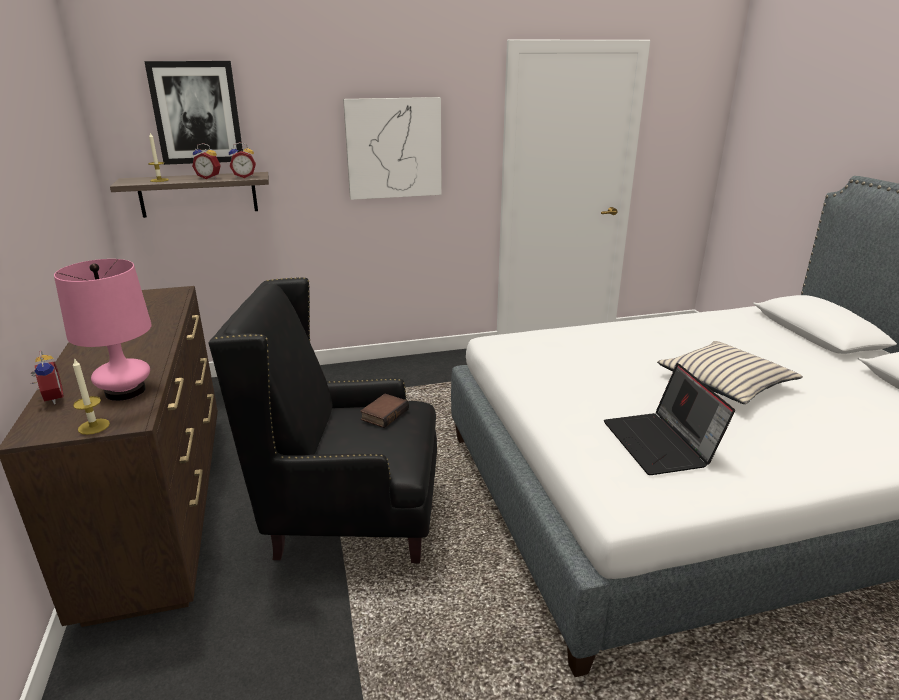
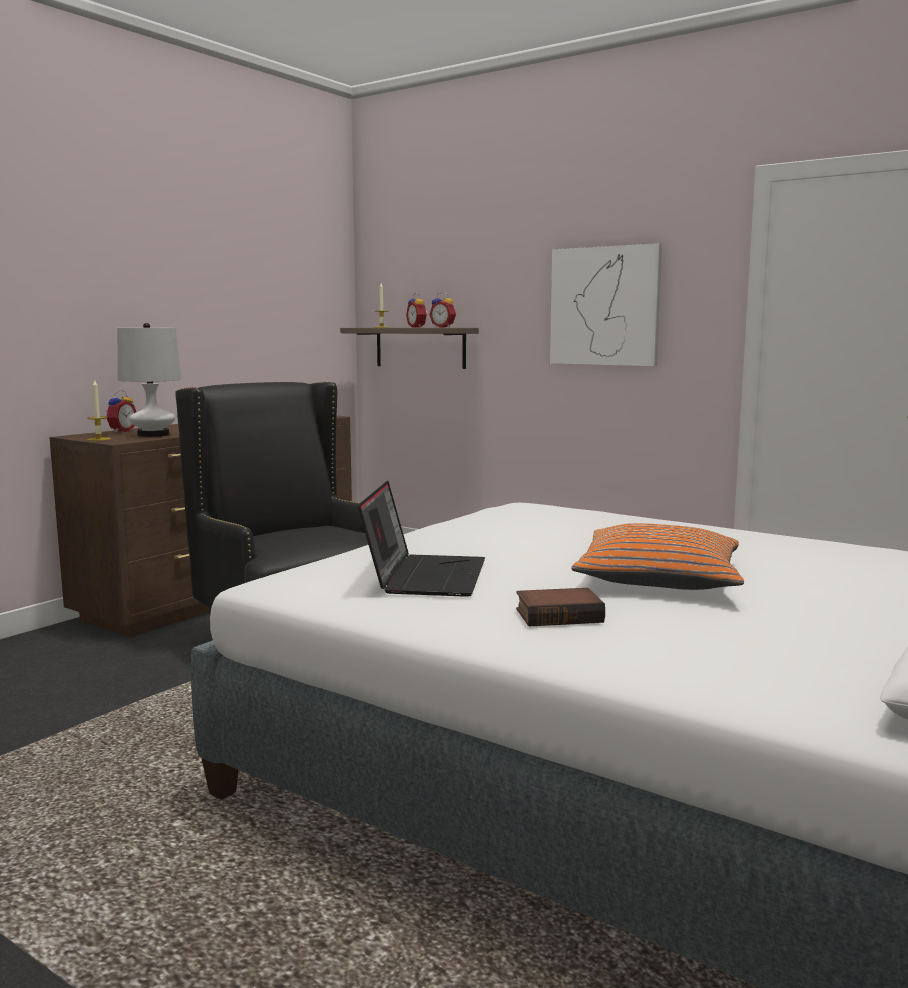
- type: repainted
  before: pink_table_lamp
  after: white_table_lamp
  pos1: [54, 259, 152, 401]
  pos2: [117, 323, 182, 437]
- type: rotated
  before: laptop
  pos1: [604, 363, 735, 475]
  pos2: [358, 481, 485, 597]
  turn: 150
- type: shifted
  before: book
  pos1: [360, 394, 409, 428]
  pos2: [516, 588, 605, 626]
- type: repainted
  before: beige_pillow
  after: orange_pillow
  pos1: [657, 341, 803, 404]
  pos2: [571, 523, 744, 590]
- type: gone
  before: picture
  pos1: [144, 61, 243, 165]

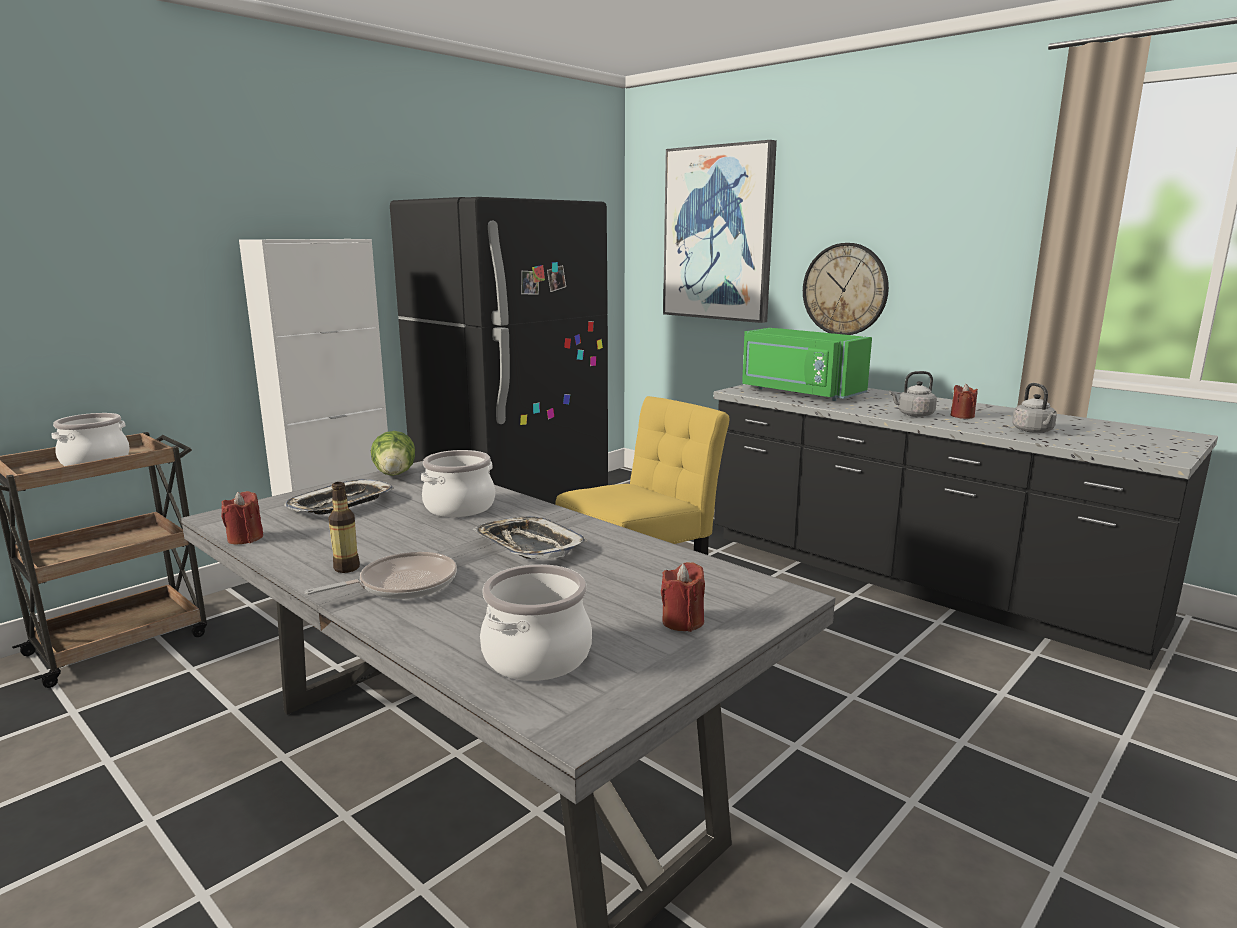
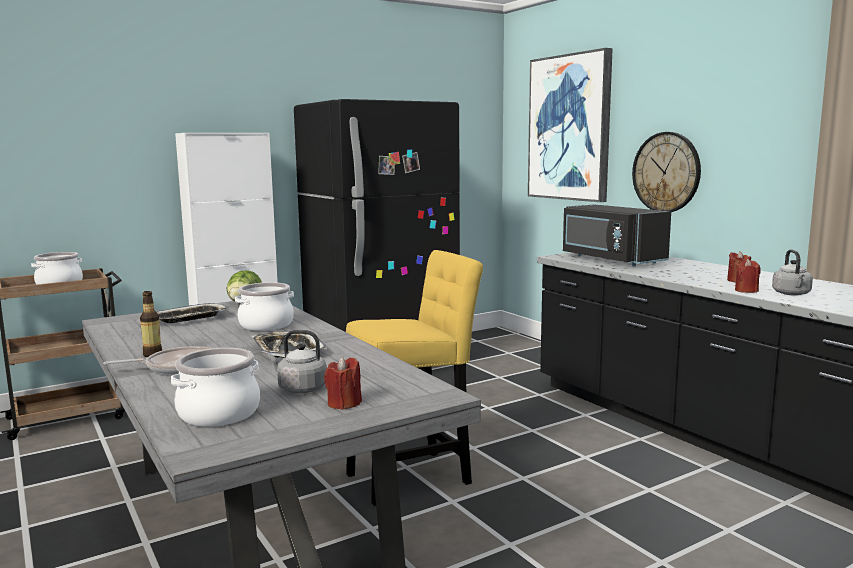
- type: shifted
  before: grey_kettle
  pos1: [889, 371, 937, 417]
  pos2: [268, 330, 327, 393]
- type: repainted
  before: green_microwave
  after: black_microwave
  pos1: [742, 328, 872, 401]
  pos2: [563, 205, 671, 266]
- type: shifted
  before: red_candle
  pos1: [221, 491, 263, 544]
  pos2: [735, 259, 761, 293]

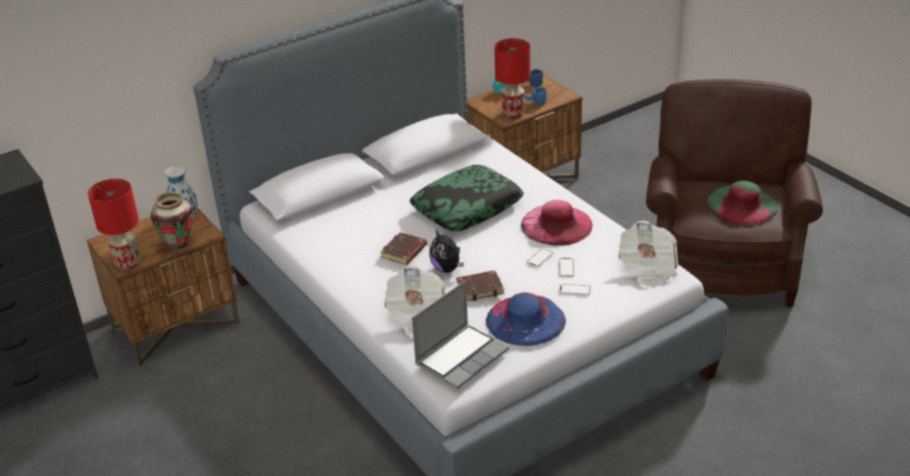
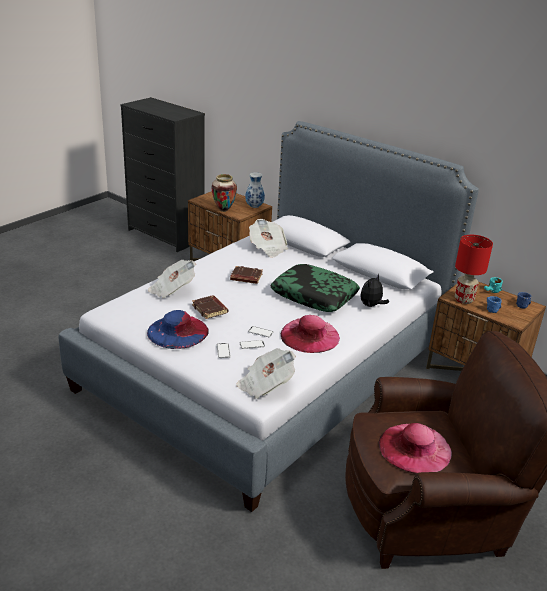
- type: new
  after: newspaper
  pos2: [249, 219, 288, 258]
- type: shifted
  before: plush_toy
  pos1: [429, 229, 464, 273]
  pos2: [360, 274, 389, 307]
- type: repainted
  before: green_hat
  after: pink_hat
  pos1: [707, 181, 778, 225]
  pos2: [379, 423, 452, 474]
- type: gone
  before: red_table_lamp
  pos1: [88, 179, 140, 270]
- type: gone
  before: laptop
  pos1: [412, 281, 509, 389]

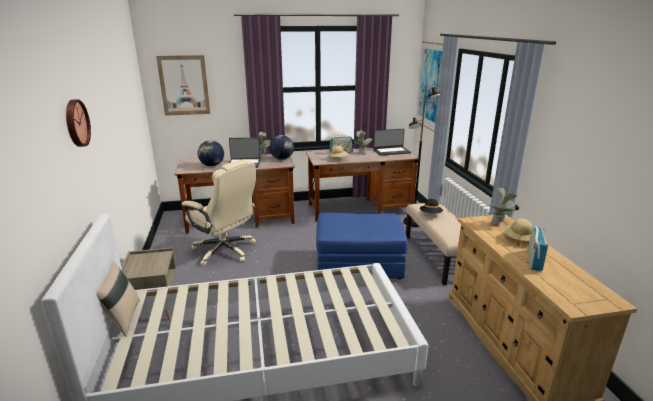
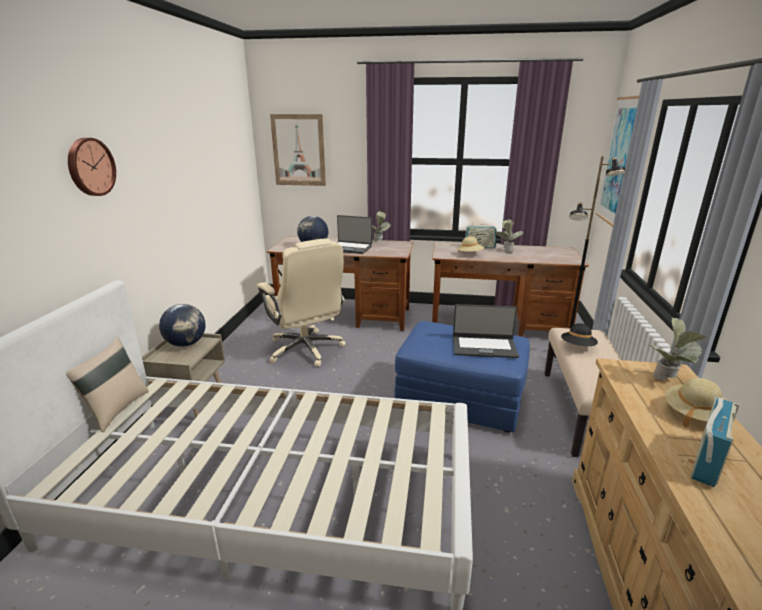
- type: shifted
  before: globe
  pos1: [269, 135, 294, 160]
  pos2: [159, 304, 206, 347]
- type: shifted
  before: laptop
  pos1: [373, 129, 411, 156]
  pos2: [453, 304, 519, 358]

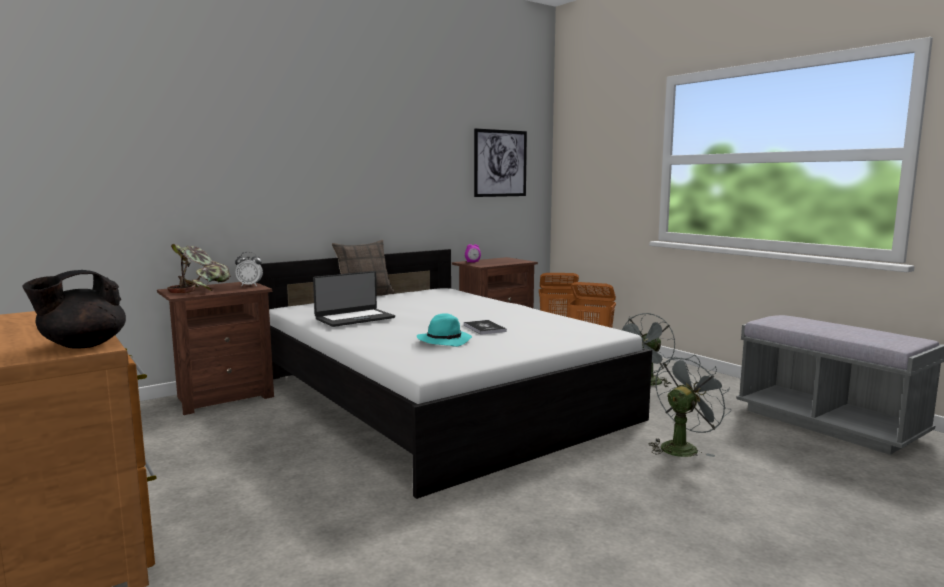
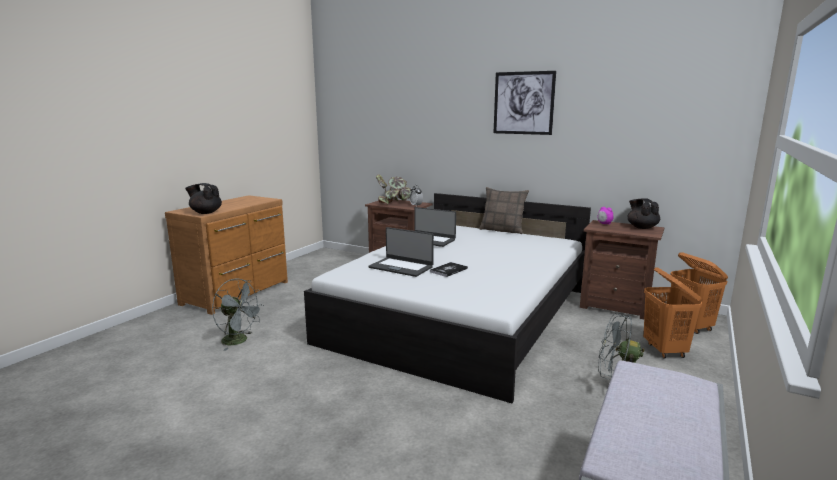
- type: shifted
  before: grey_fan
  pos1: [649, 354, 731, 457]
  pos2: [212, 278, 264, 351]
- type: swapped
  before: turquoise_hat
  after: laptop
  pos1: [417, 314, 472, 347]
  pos2: [369, 227, 434, 277]
- type: shifted
  before: picture
  pos1: [474, 128, 527, 197]
  pos2: [494, 71, 556, 135]
- type: new
  after: black_teapot
  pos2: [627, 198, 660, 229]

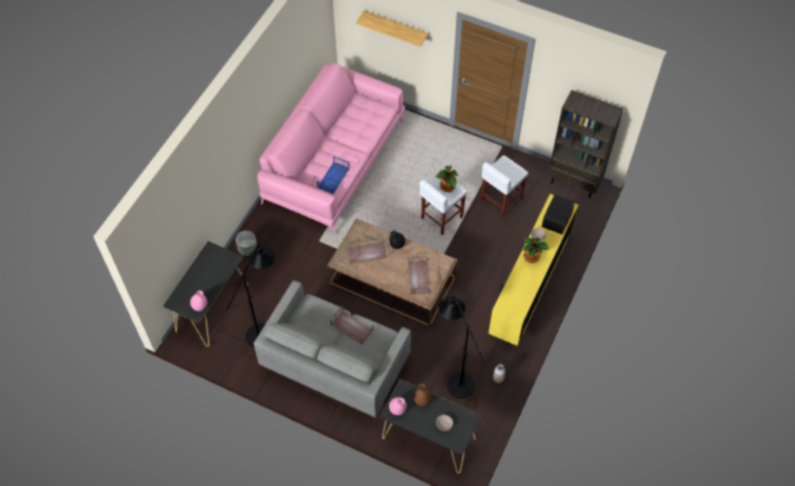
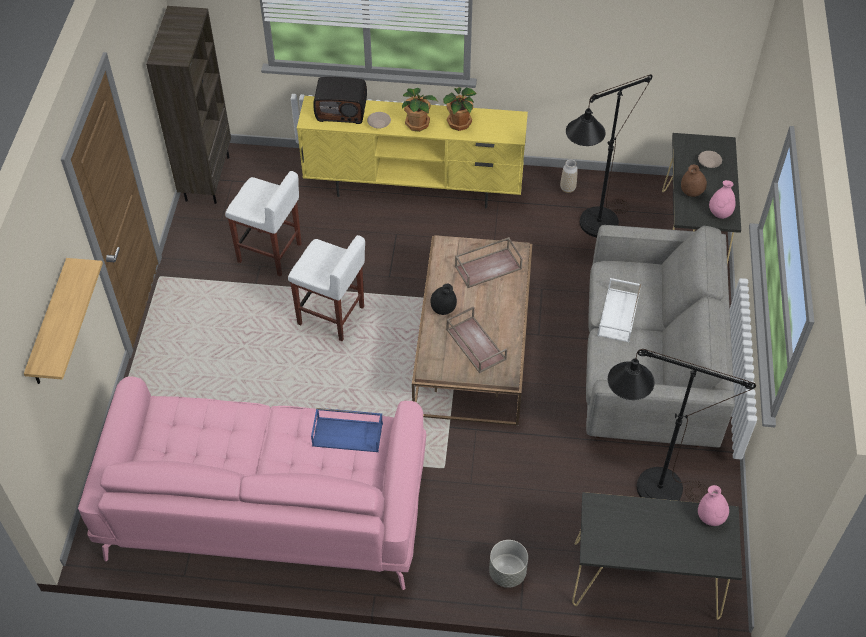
- type: shifted
  before: potted_plant
  pos1: [435, 166, 458, 192]
  pos2: [443, 87, 477, 131]
- type: repainted
  before: brown_tray
  after: white_tray
  pos1: [330, 306, 373, 345]
  pos2: [597, 278, 641, 343]

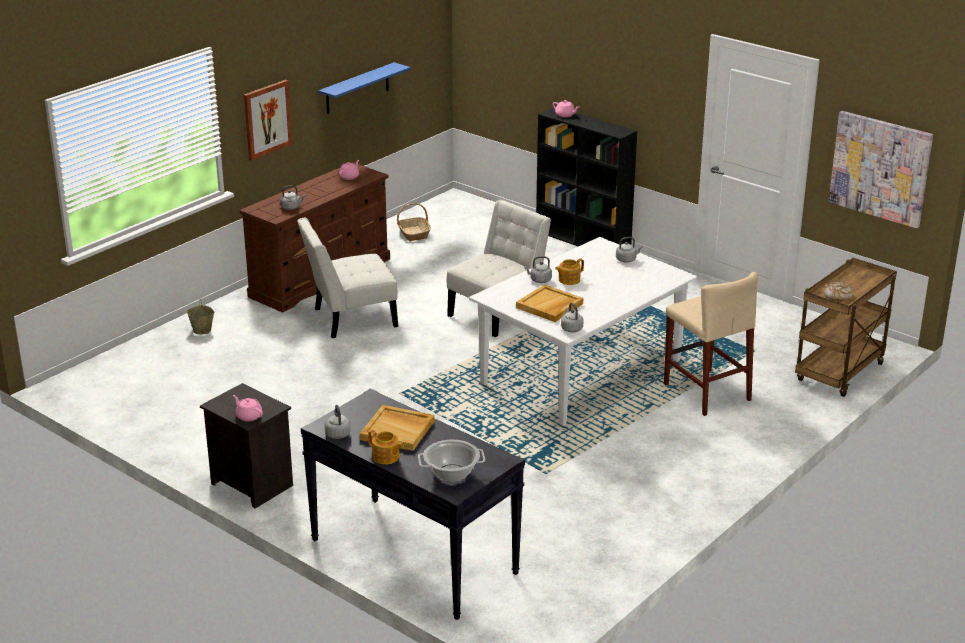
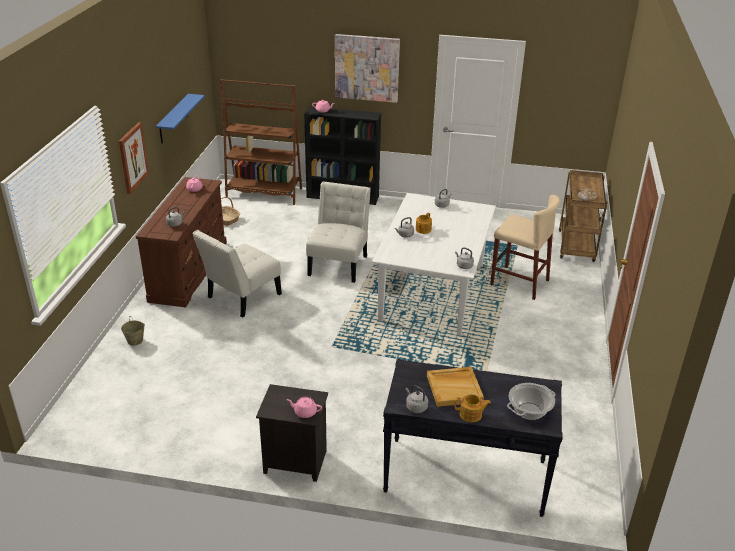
- type: new
  after: brown_bookcase
  pos2: [220, 79, 302, 205]
- type: shifted
  before: picture
  pos1: [829, 111, 933, 228]
  pos2: [335, 34, 400, 103]
- type: gone
  before: beige_tray
  pos1: [516, 284, 583, 322]

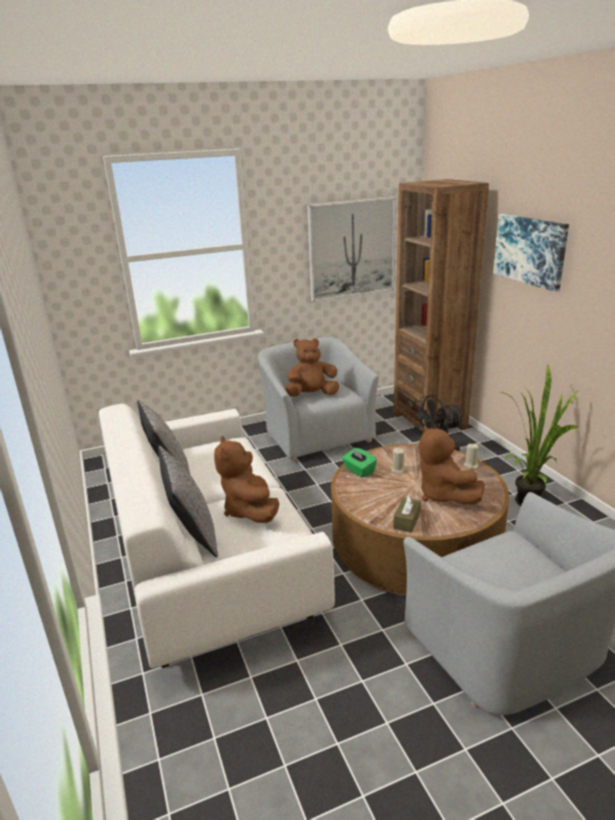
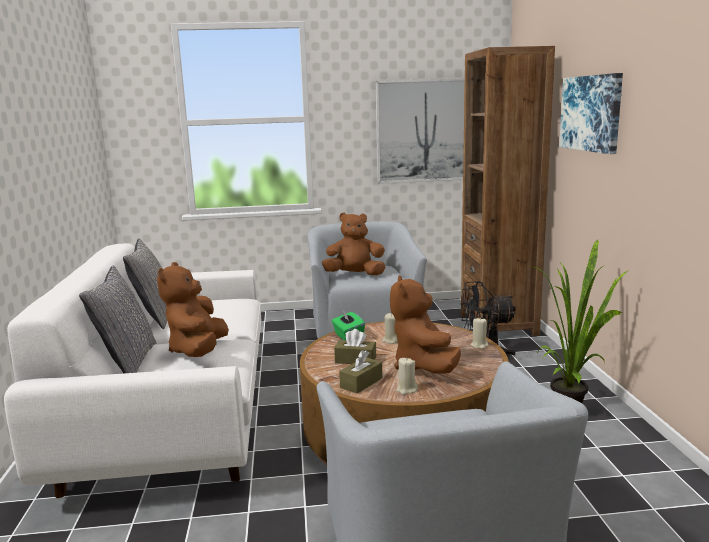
- type: new
  after: brown_tissue_box
  pos2: [334, 329, 376, 364]
- type: new
  after: beige_candle
  pos2: [396, 357, 418, 395]

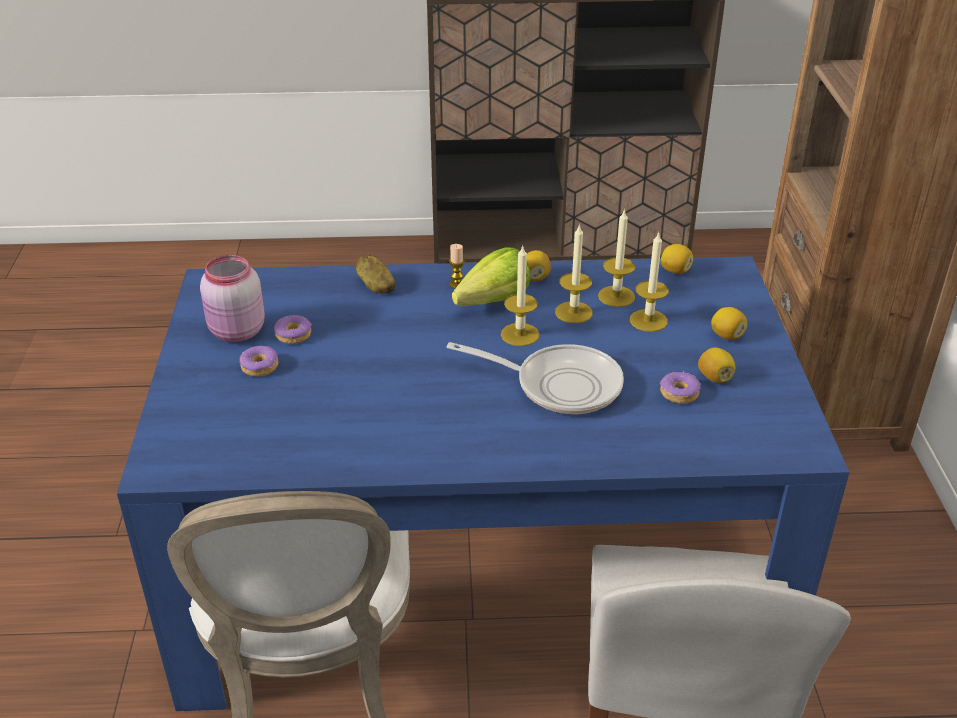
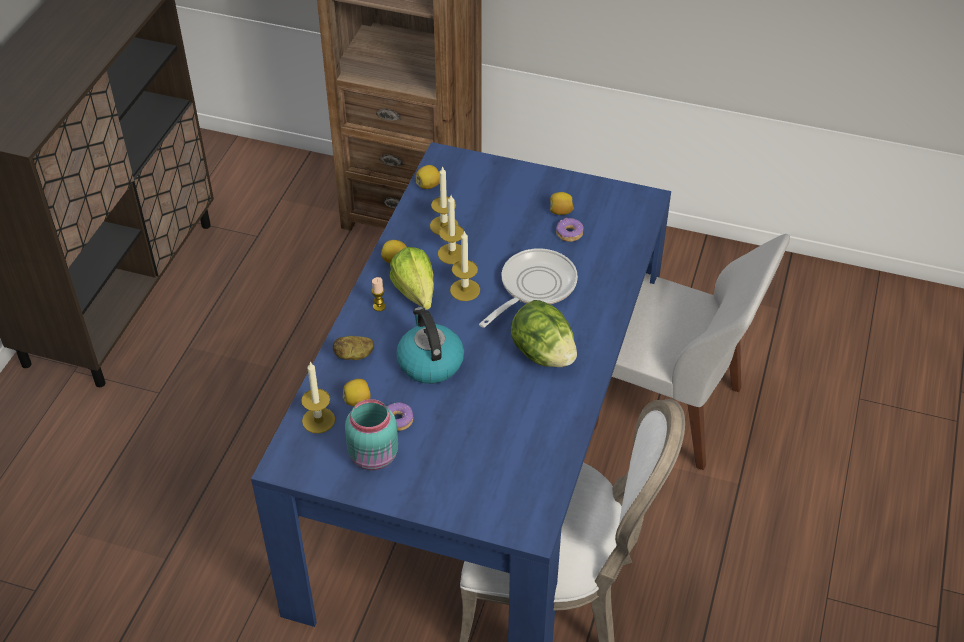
- type: shifted
  before: candle
  pos1: [630, 231, 669, 332]
  pos2: [301, 362, 335, 433]
- type: shifted
  before: lemon
  pos1: [711, 307, 747, 340]
  pos2: [343, 379, 371, 406]
- type: repainted
  before: pink_jar
  after: turquoise_jar
  pos1: [200, 255, 265, 342]
  pos2: [345, 399, 398, 470]
- type: new
  after: kettle
  pos2: [396, 307, 464, 384]
- type: new
  after: lettuce
  pos2: [511, 300, 577, 367]
- type: gone
  before: donut
  pos1: [240, 346, 278, 376]

